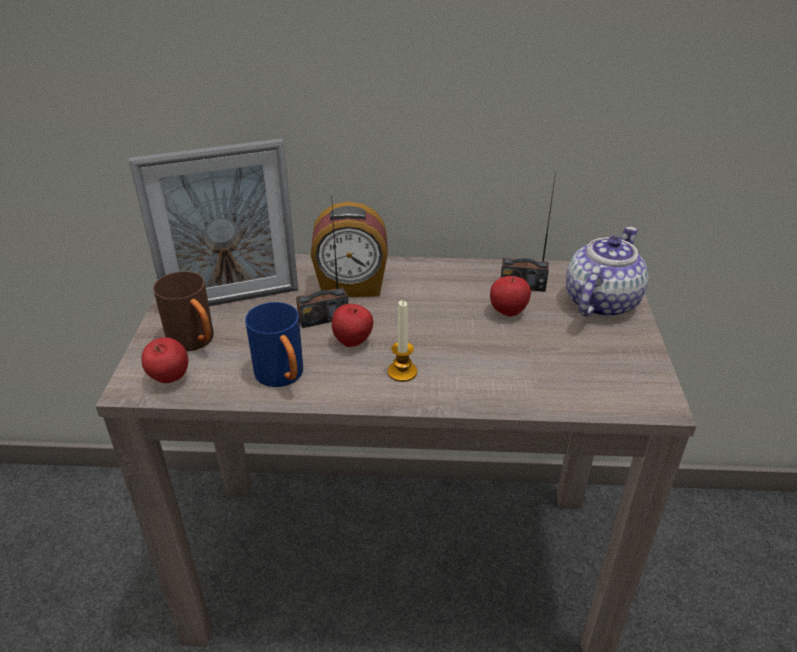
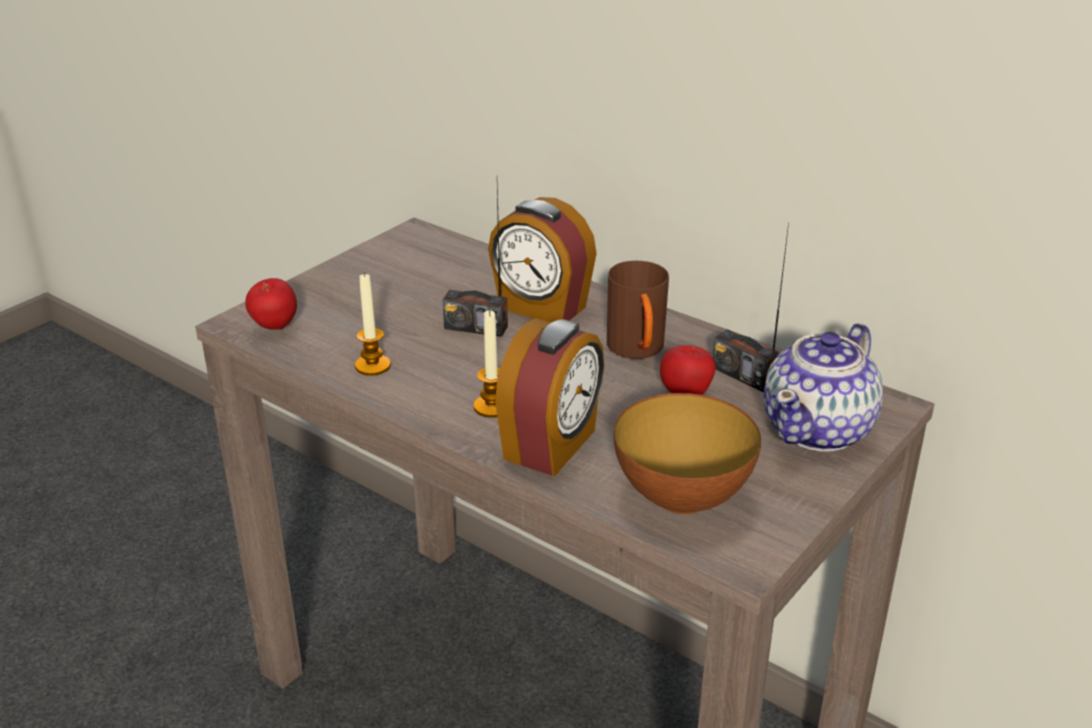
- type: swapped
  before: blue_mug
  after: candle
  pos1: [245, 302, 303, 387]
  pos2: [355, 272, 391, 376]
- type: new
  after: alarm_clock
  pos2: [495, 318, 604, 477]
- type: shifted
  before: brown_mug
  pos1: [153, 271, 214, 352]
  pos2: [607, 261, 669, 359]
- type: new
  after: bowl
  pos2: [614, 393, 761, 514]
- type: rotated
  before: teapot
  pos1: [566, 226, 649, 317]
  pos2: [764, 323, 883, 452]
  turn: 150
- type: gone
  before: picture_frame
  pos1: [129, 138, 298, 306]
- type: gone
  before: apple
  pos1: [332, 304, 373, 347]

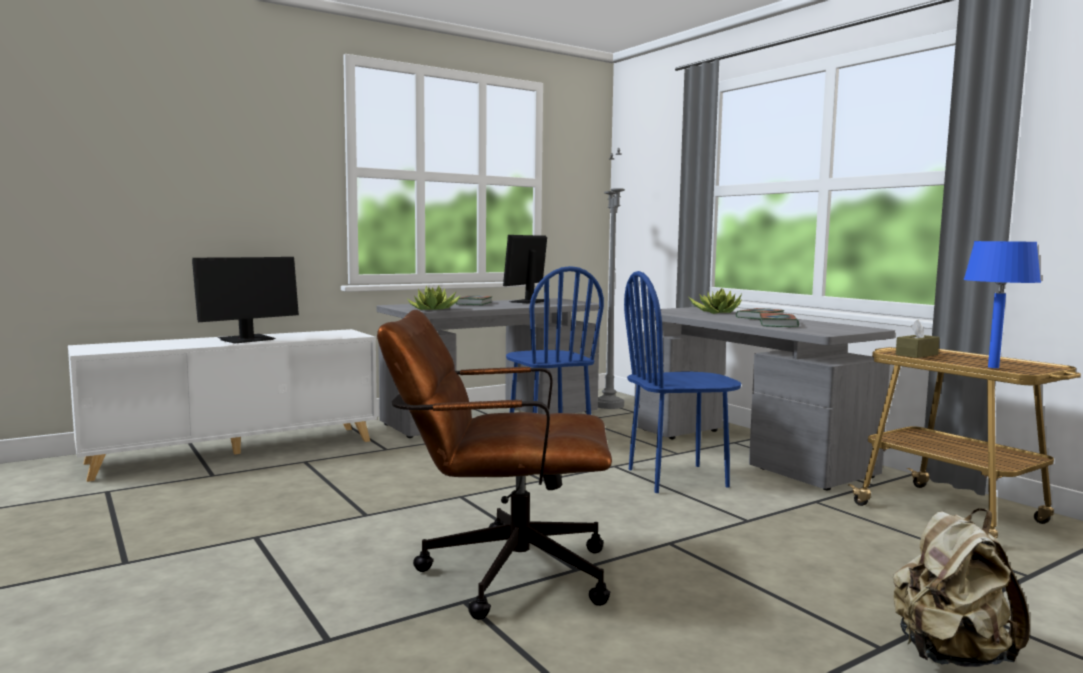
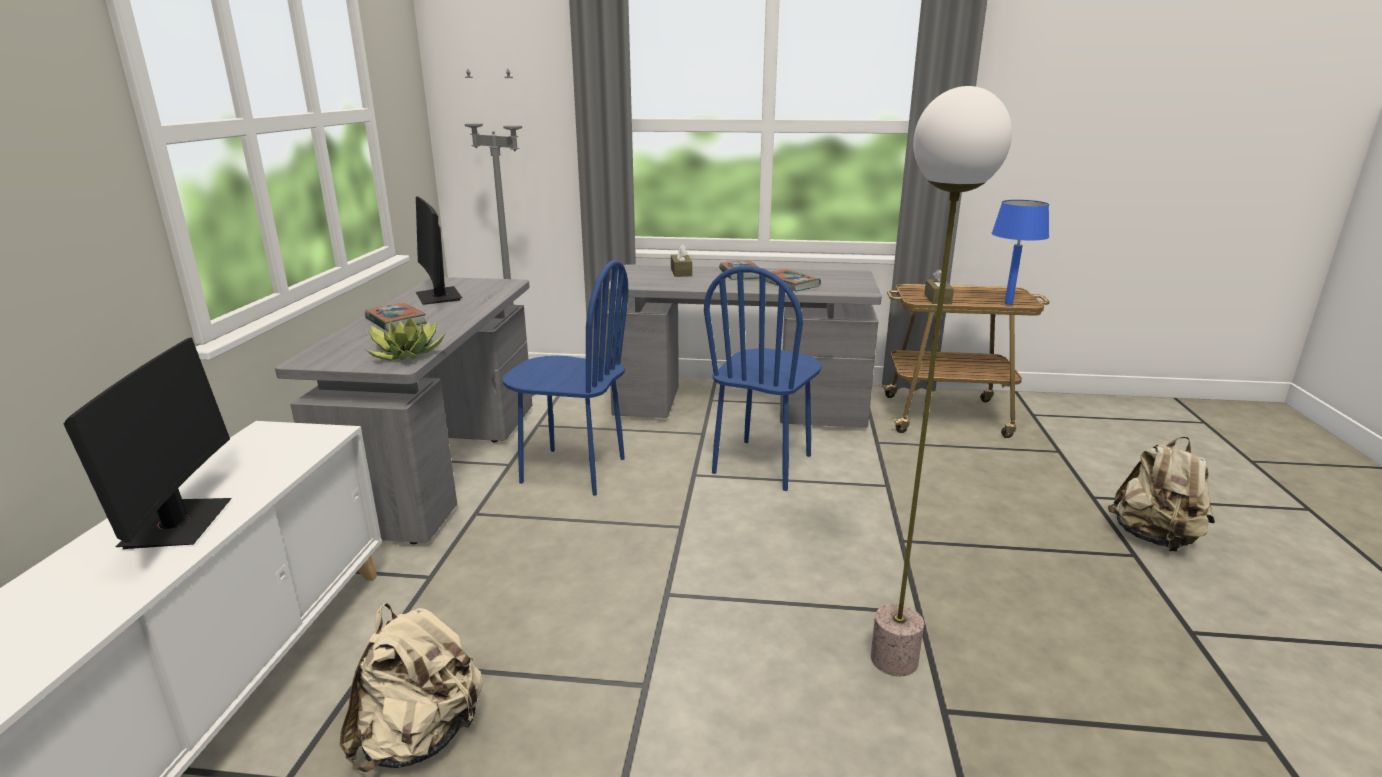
- type: new
  after: beige_backpack
  pos2: [340, 603, 483, 772]
- type: swapped
  before: potted_plant
  after: brown_tissue_box
  pos1: [689, 288, 742, 314]
  pos2: [671, 244, 692, 277]
- type: swapped
  before: brown_office_chair
  after: floor_lamp
  pos1: [377, 310, 612, 620]
  pos2: [871, 86, 1012, 676]

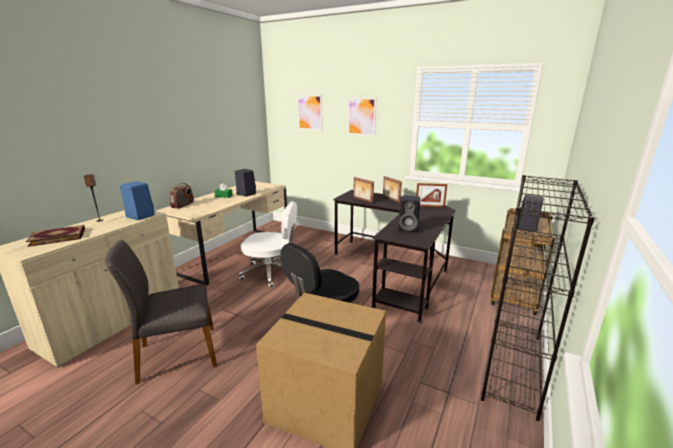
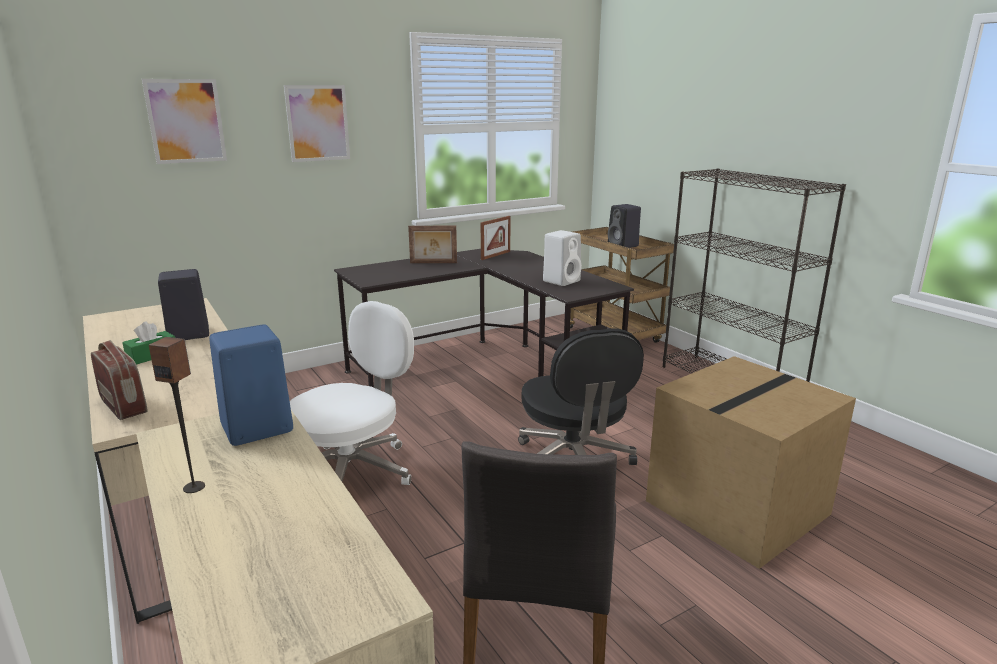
- type: repainted
  before: black_speaker
  after: white_speaker
  pos1: [398, 196, 420, 232]
  pos2: [543, 230, 582, 286]
- type: gone
  before: book
  pos1: [26, 225, 85, 247]
- type: gone
  before: picture_frame
  pos1: [353, 177, 374, 203]

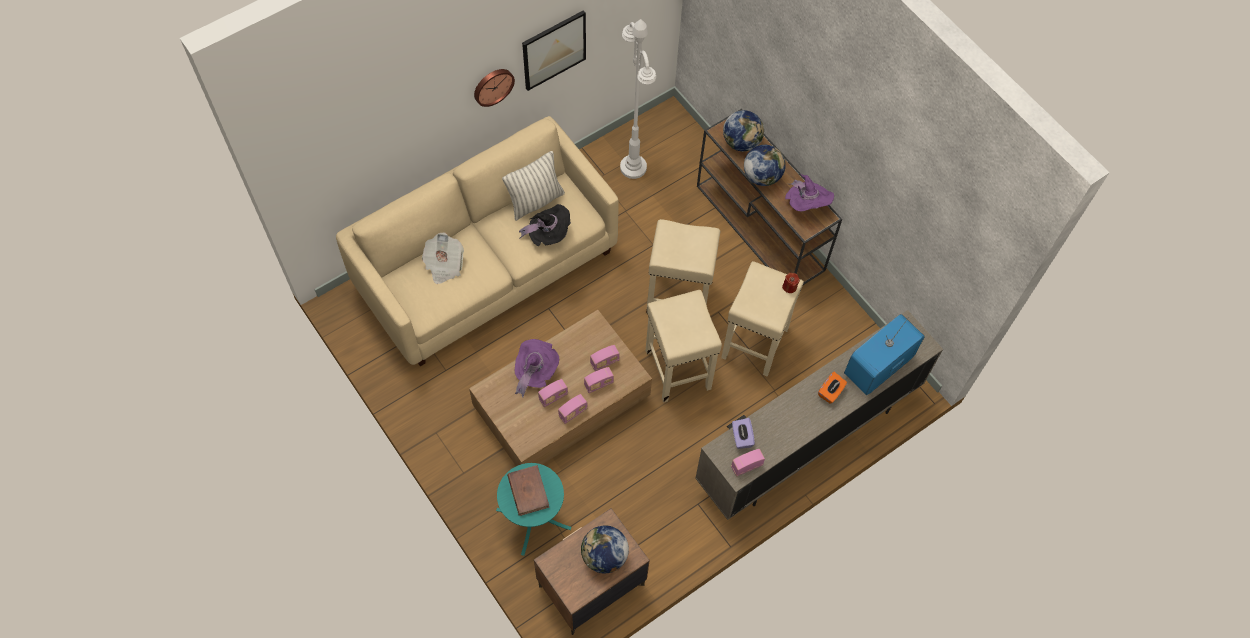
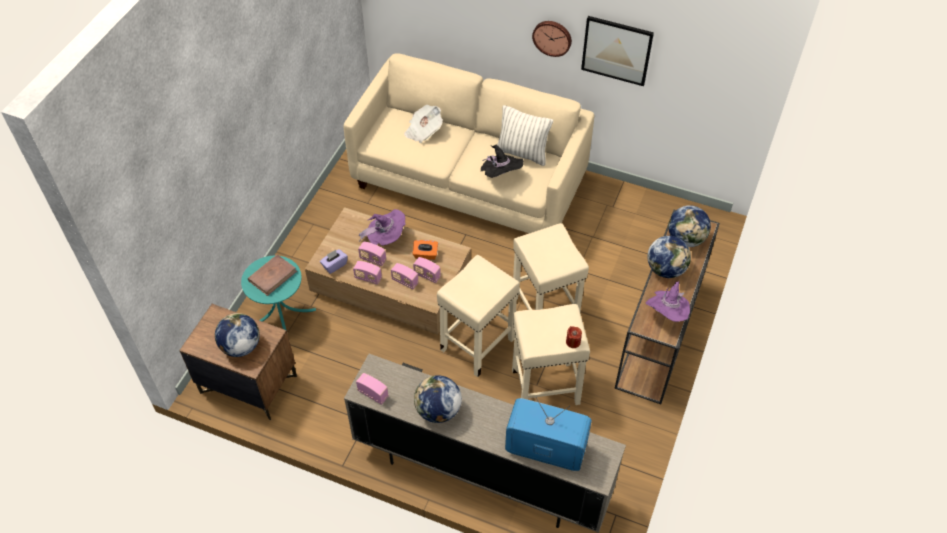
- type: shifted
  before: purple_tissue_box
  pos1: [732, 418, 755, 449]
  pos2: [320, 249, 348, 274]
- type: shifted
  before: orange_tissue_box
  pos1: [818, 372, 847, 404]
  pos2: [413, 240, 438, 260]
- type: new
  after: globe
  pos2: [414, 375, 462, 423]
- type: gone
  before: white_floor_lamp
  pos1: [620, 19, 656, 179]

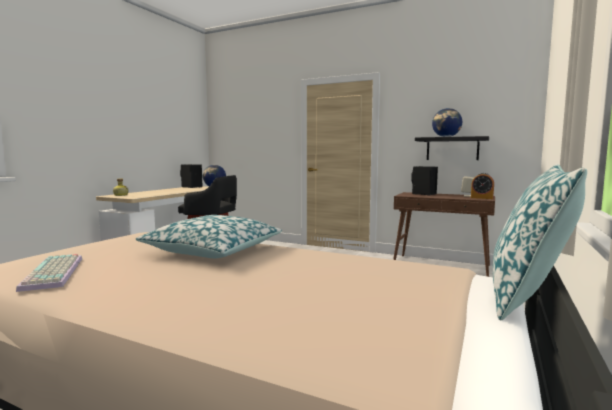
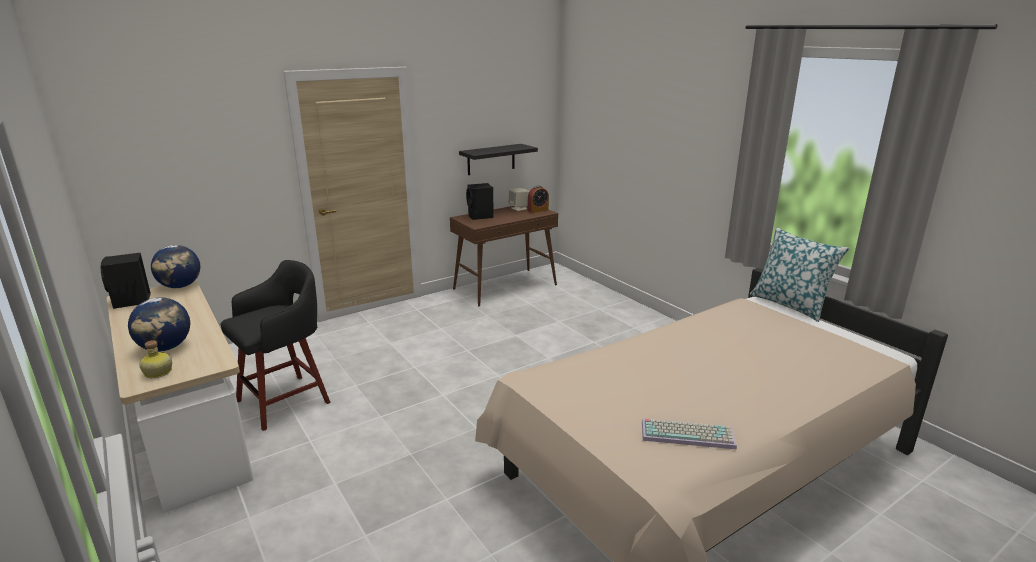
- type: shifted
  before: globe
  pos1: [432, 108, 462, 137]
  pos2: [128, 297, 190, 352]
- type: gone
  before: pillow
  pos1: [136, 215, 282, 258]

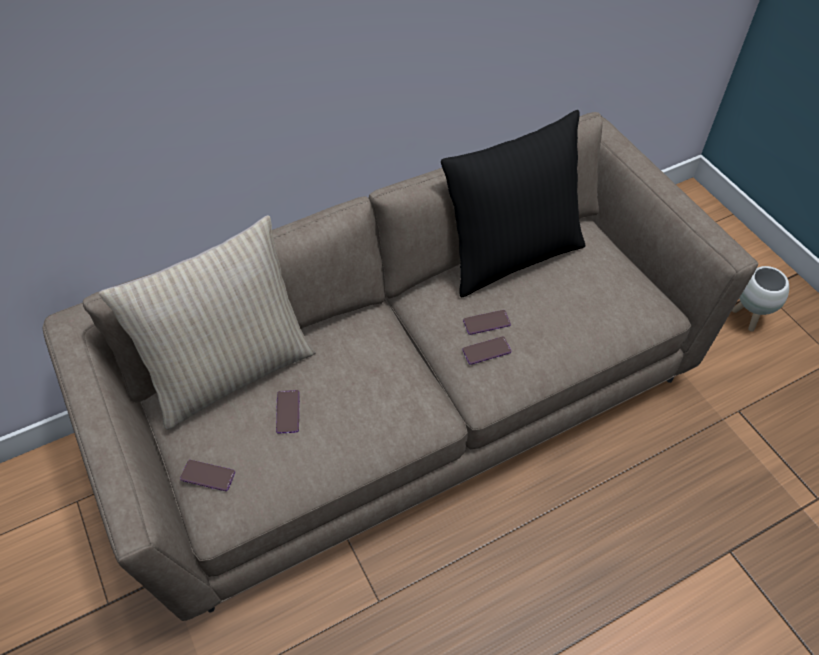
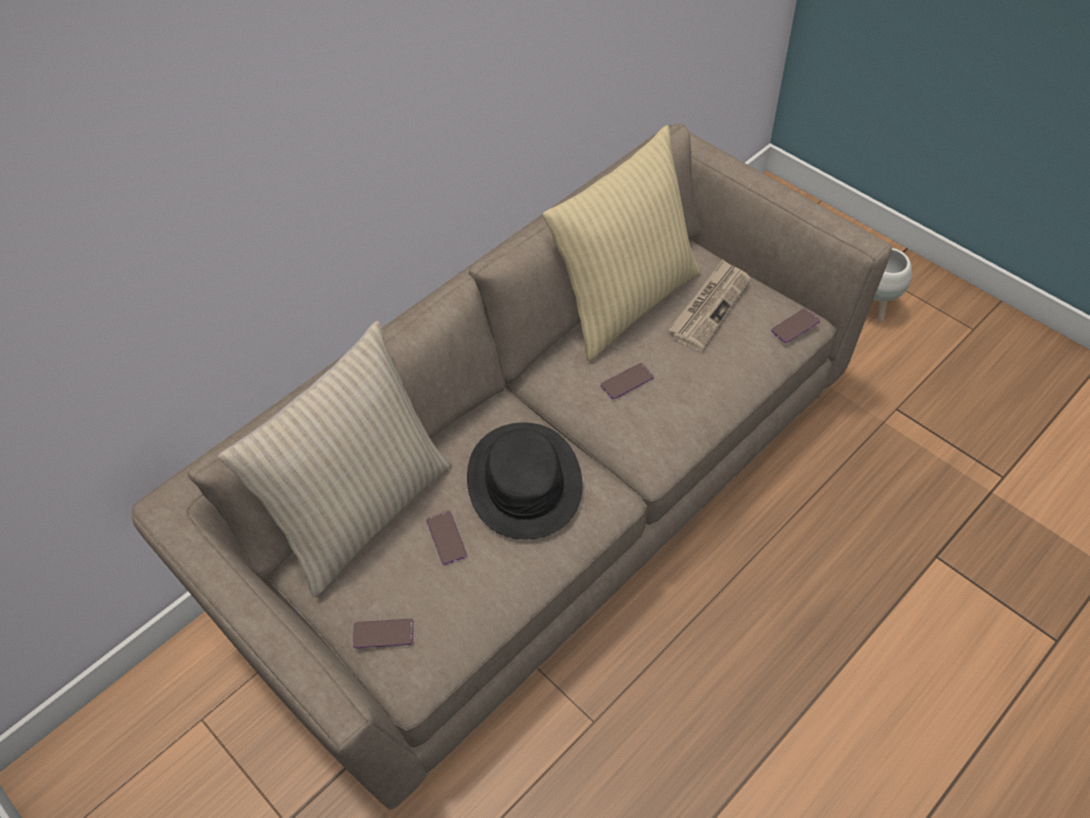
- type: new
  after: black_hat
  pos2: [467, 422, 582, 540]
- type: repainted
  before: black_pillow
  after: beige_pillow
  pos1: [441, 110, 586, 298]
  pos2: [543, 125, 701, 361]
- type: new
  after: newspaper
  pos2: [668, 259, 751, 351]
- type: shifted
  before: phone
  pos1: [462, 337, 512, 365]
  pos2: [771, 308, 820, 343]

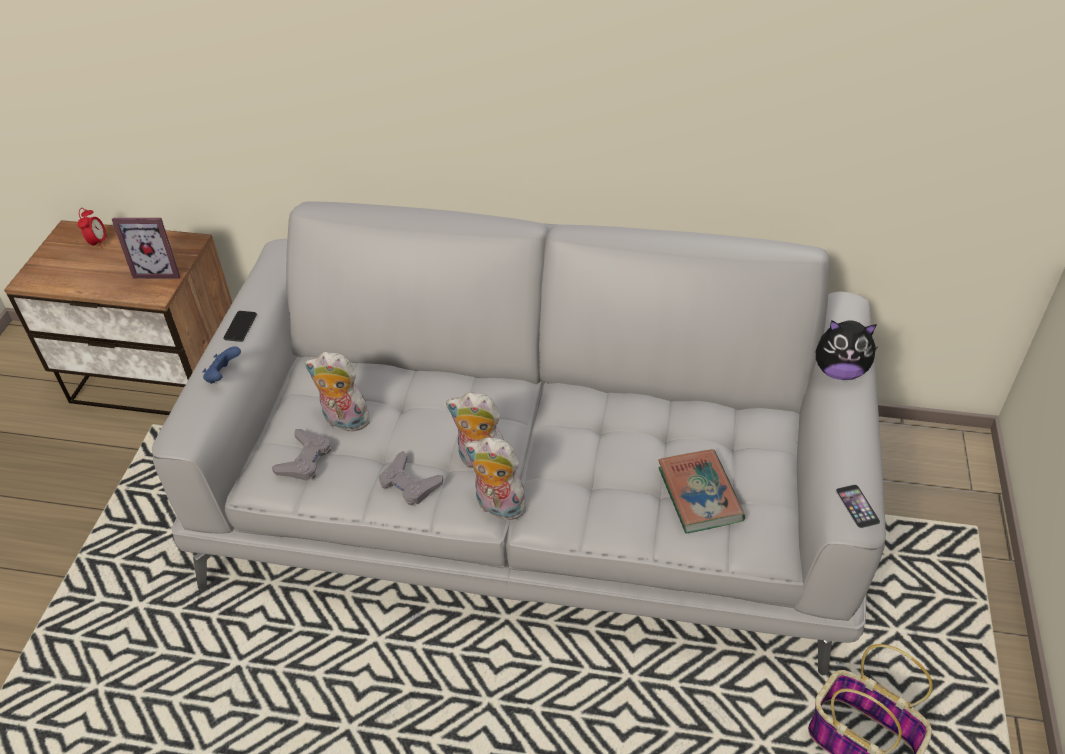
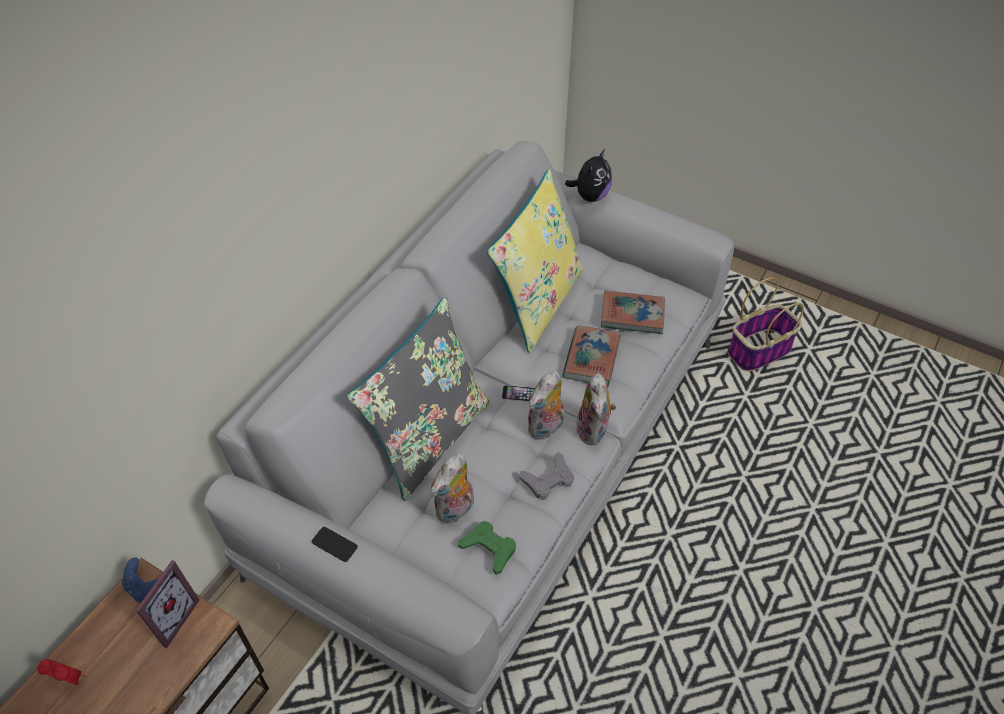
- type: shifted
  before: blue_game_controller
  pos1: [202, 346, 241, 384]
  pos2: [122, 557, 158, 603]
- type: new
  after: grey_pillow
  pos2: [347, 297, 490, 502]
- type: repainted
  before: grey_game_controller
  after: green_game_controller
  pos1: [272, 429, 331, 481]
  pos2: [458, 521, 516, 575]
- type: new
  after: yellow_pillow
  pos2: [487, 169, 584, 353]
- type: shifted
  before: phone
  pos1: [836, 484, 881, 528]
  pos2: [502, 385, 535, 402]
- type: new
  after: book
  pos2: [562, 325, 621, 386]
- type: rotated
  before: plush_toy
  pos1: [464, 437, 529, 520]
  pos2: [576, 373, 616, 445]
  turn: -45

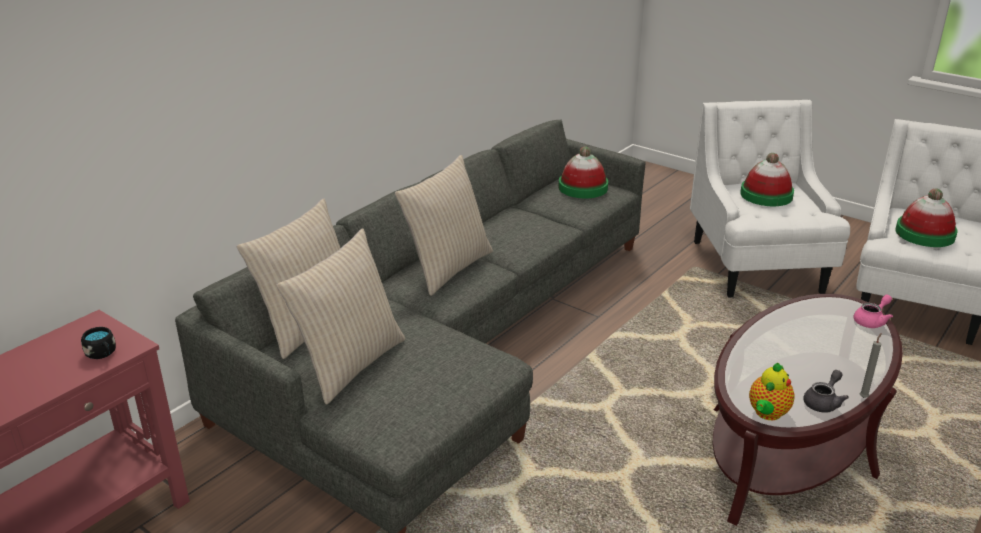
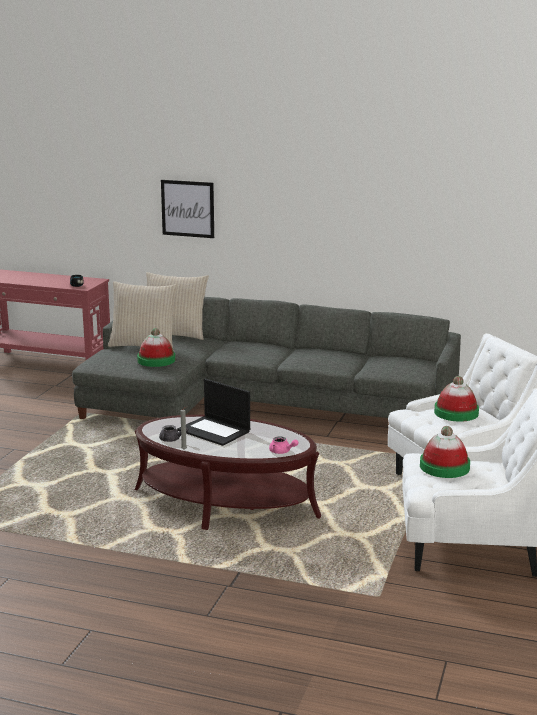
- type: shifted
  before: hat
  pos1: [558, 146, 608, 198]
  pos2: [137, 328, 176, 367]
- type: new
  after: picture
  pos2: [161, 180, 214, 238]
- type: new
  after: laptop
  pos2: [177, 379, 250, 446]
- type: gone
  before: beige_pillow
  pos1: [395, 155, 493, 296]
- type: gone
  before: teapot
  pos1: [749, 363, 795, 420]

